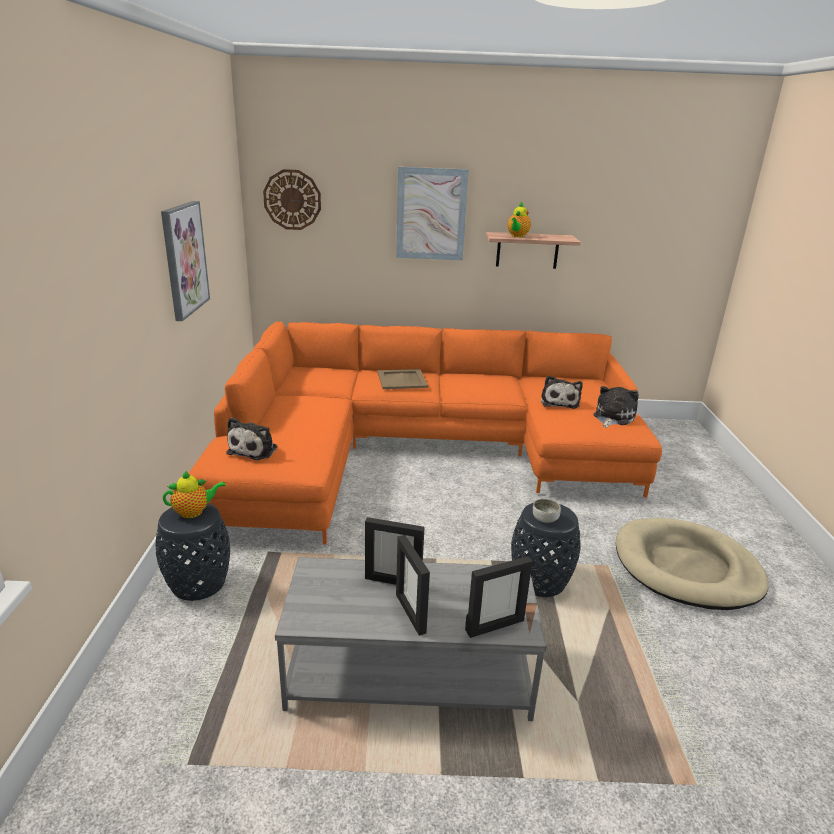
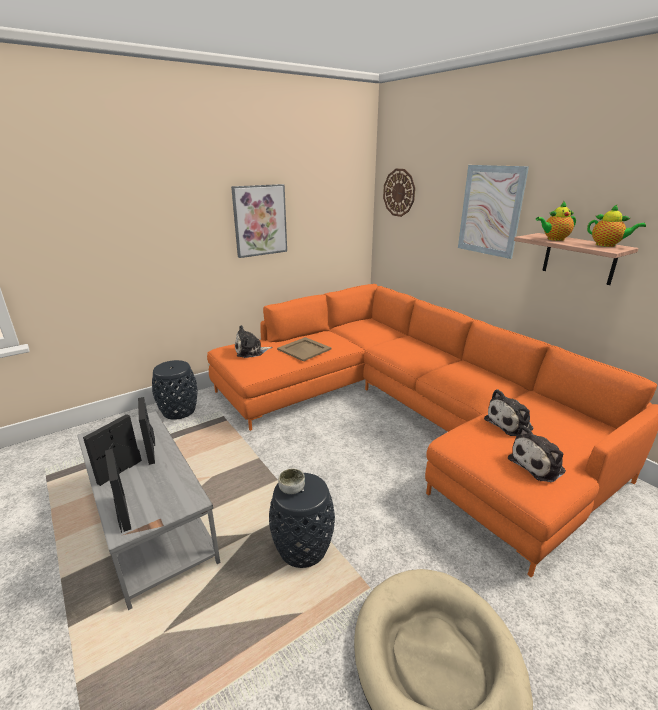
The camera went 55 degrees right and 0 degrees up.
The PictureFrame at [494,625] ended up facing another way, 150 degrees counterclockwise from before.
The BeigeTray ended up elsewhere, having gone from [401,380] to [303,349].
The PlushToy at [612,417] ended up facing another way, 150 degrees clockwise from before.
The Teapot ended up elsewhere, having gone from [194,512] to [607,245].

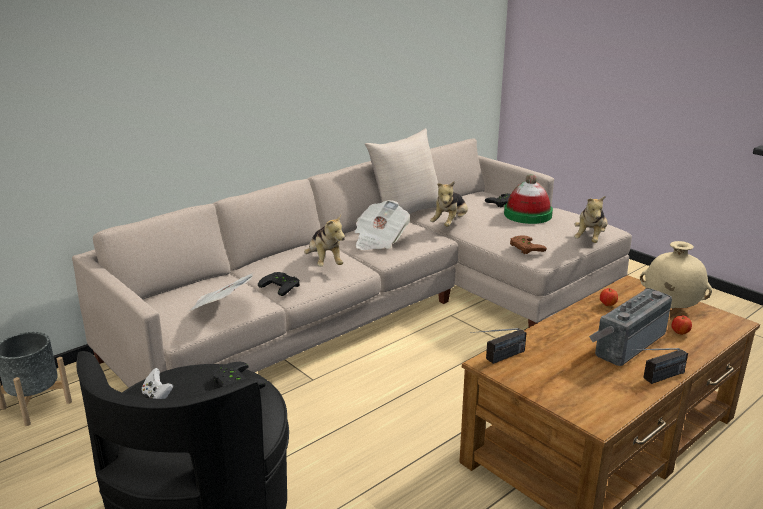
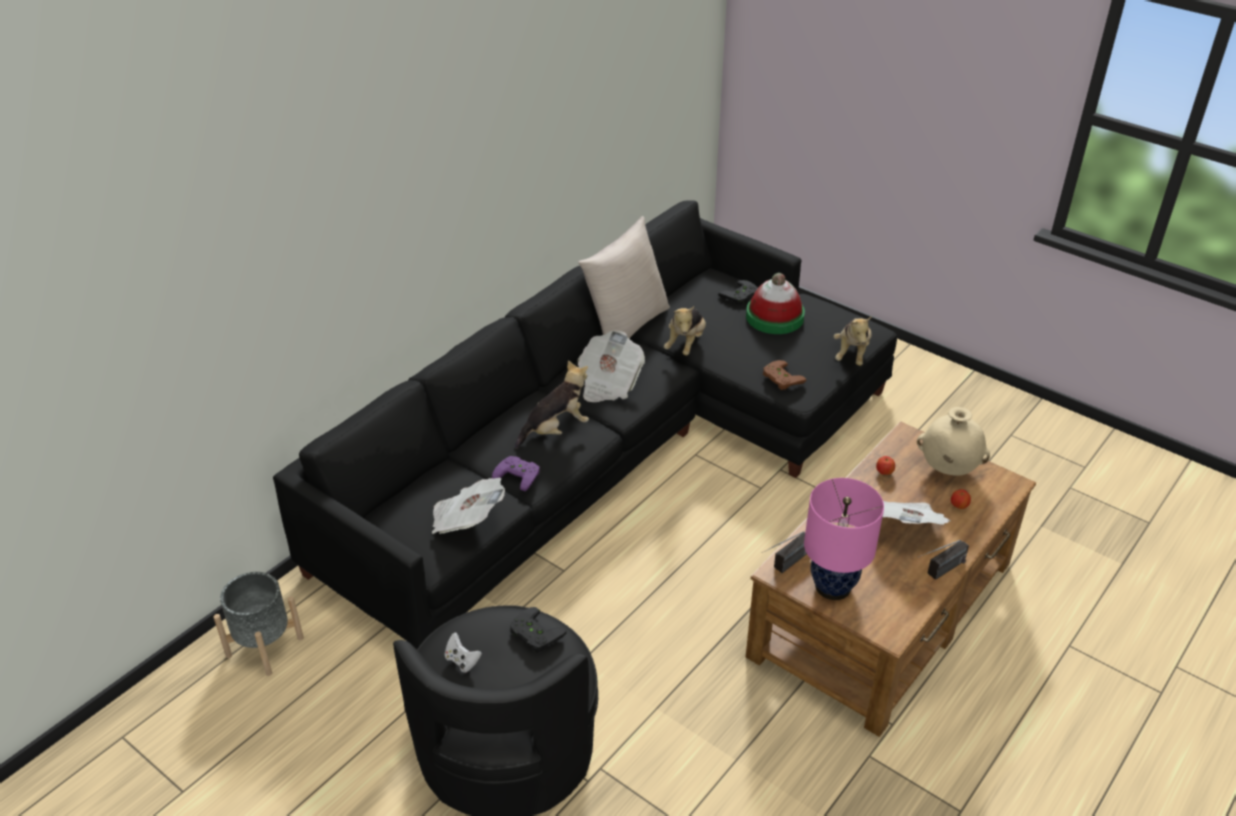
The camera went 10 degrees left and 15 degrees up.
What was the BeigeSofa at [385,303] turned into the BlackSofa at [614,444].
What was the BlackGameController at [282,286] turned into the PurpleGameController at [519,474].
The PlushToy at [324,262] ended up facing another way, 90 degrees counterclockwise from before.
The second view gained the PinkTableLamp at [833,586].
Where the Radio stood at [626,343], the Newspaper came to stand at [907,527].

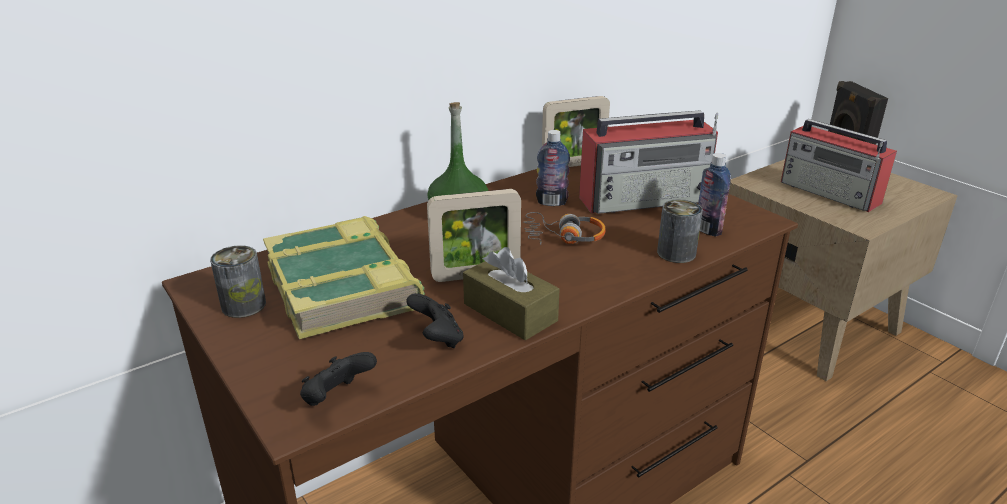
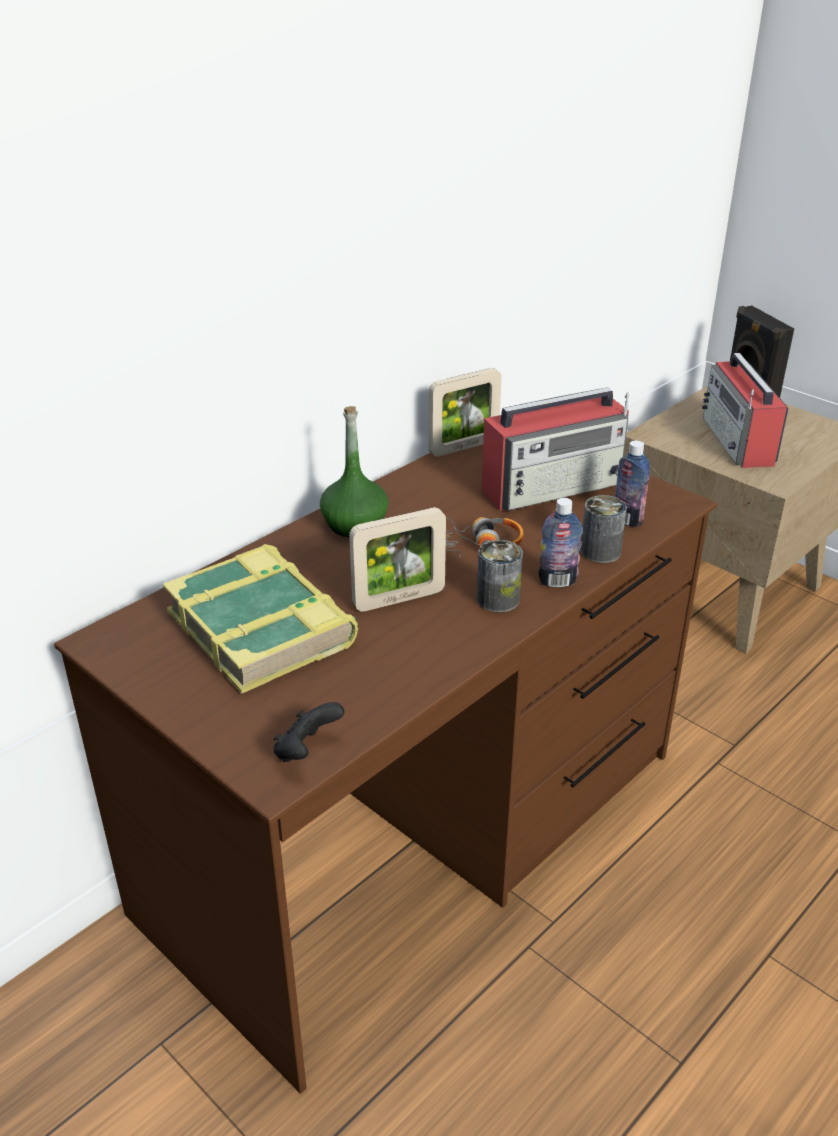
The camera went 10 degrees left and 5 degrees up.
The Can ended up elsewhere, having gone from [243,305] to [498,599].
The Bottle ended up elsewhere, having gone from [551,202] to [557,581].
The Radio at [830,193] ended up facing another way, 45 degrees clockwise from before.
The second view lost the BlackGameController at [437,339].
The second view lost the BrownTissueBox at [510,312].

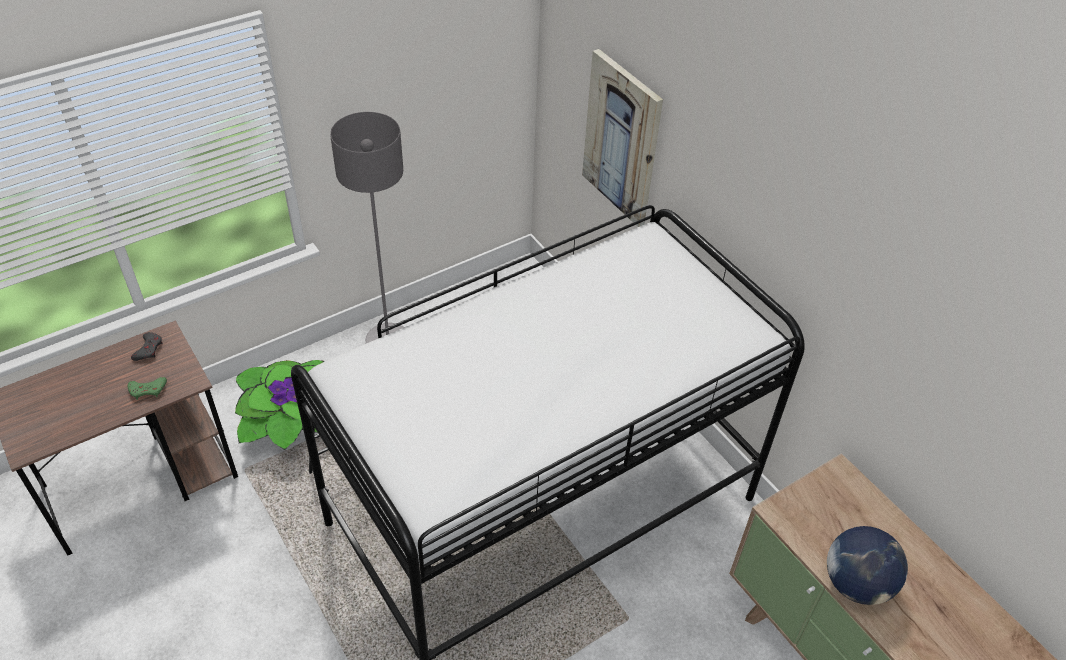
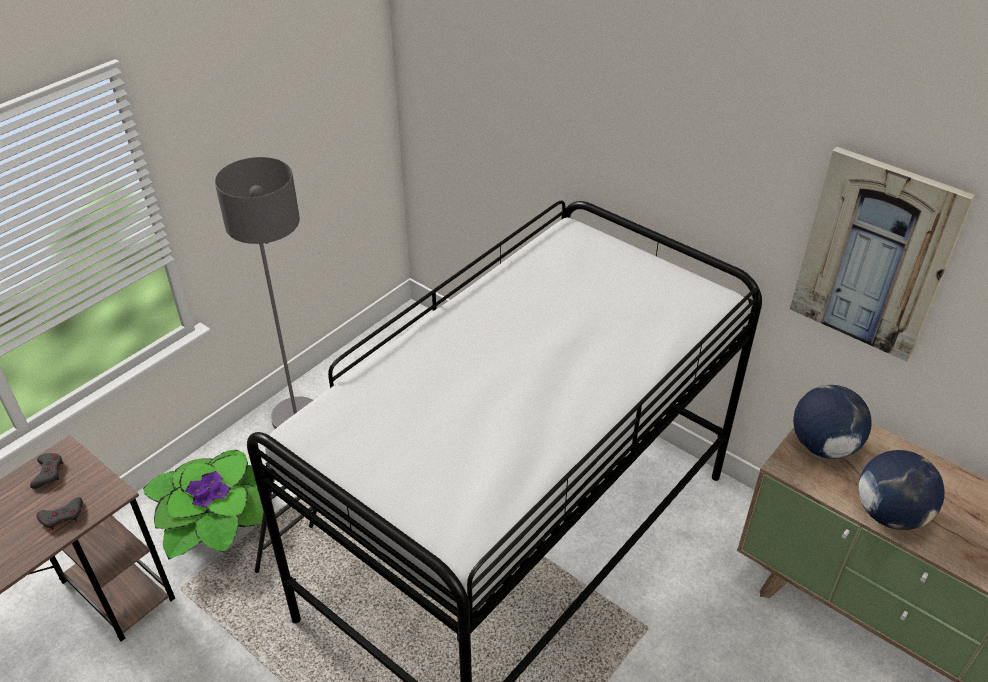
The camera went 15 degrees left and 5 degrees down.
What was the GreenGameController at [148,390] turned into the GreyGameController at [62,516].
The Picture ended up elsewhere, having gone from [622,139] to [875,255].
The second view gained the Globe at [822,446].

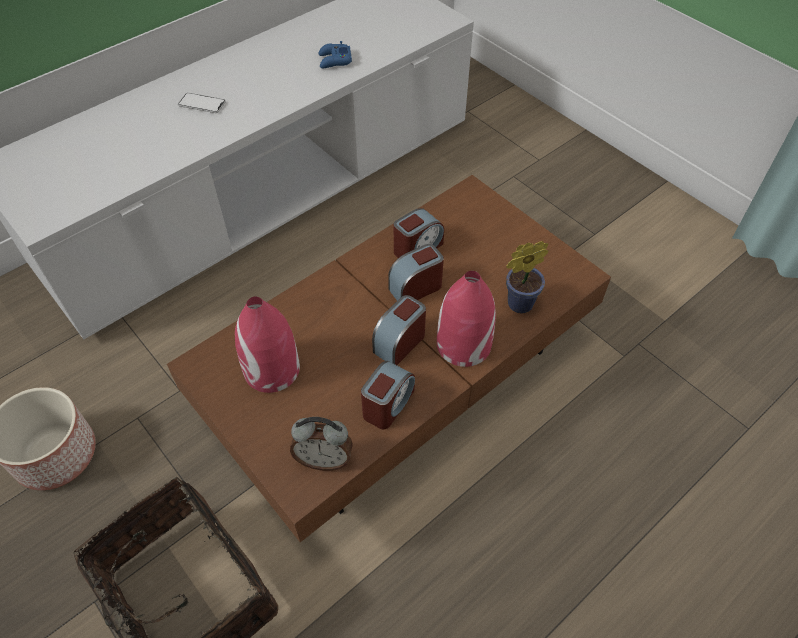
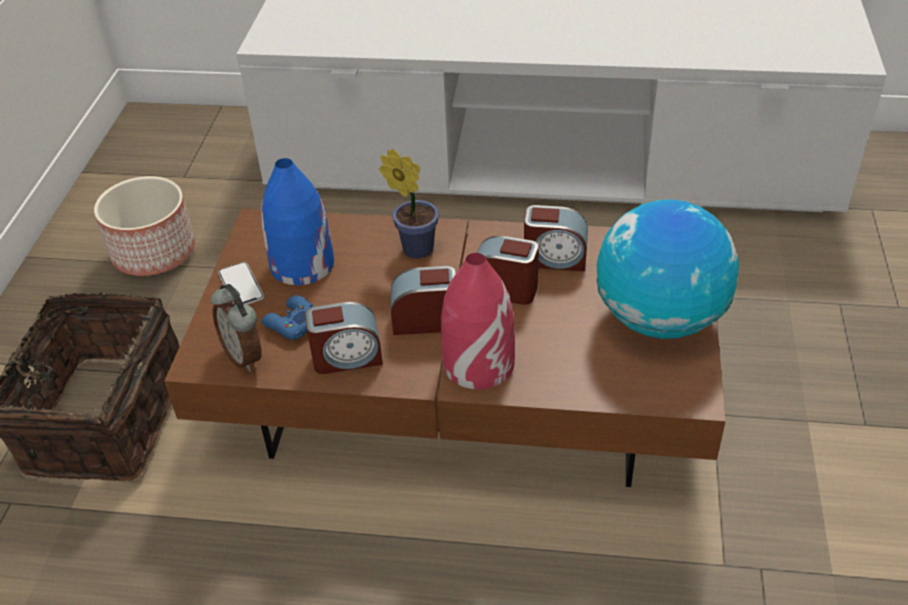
The camera went 50 degrees right and 10 degrees down.
The Phone ended up elsewhere, having gone from [202,104] to [241,286].
What was the RedVase at [271,369] turned into the BlueVase at [301,265].
The BlueGameController ended up elsewhere, having gone from [334,60] to [292,323].
The PottedPlant ended up elsewhere, having gone from [516,304] to [414,247].
The second view gained the Globe at [659,319].

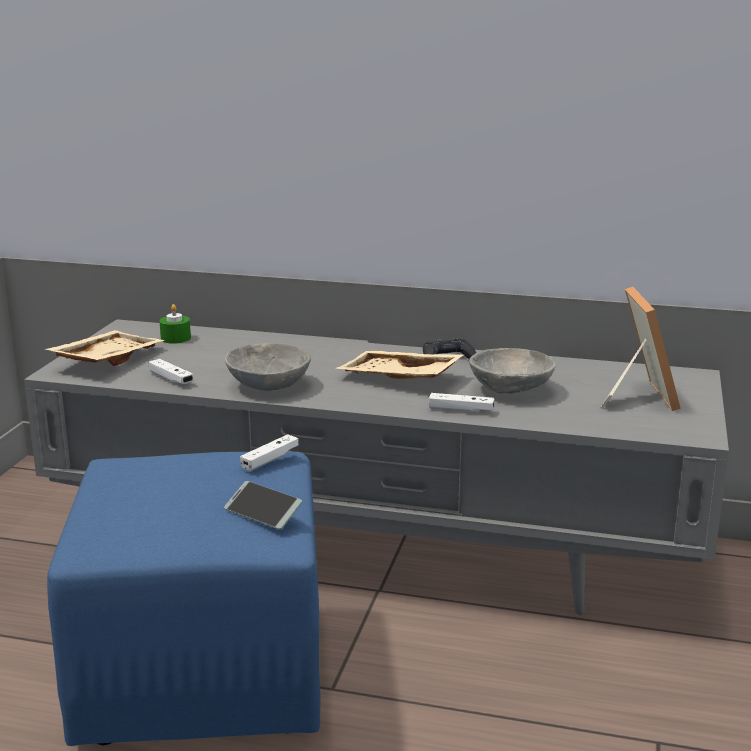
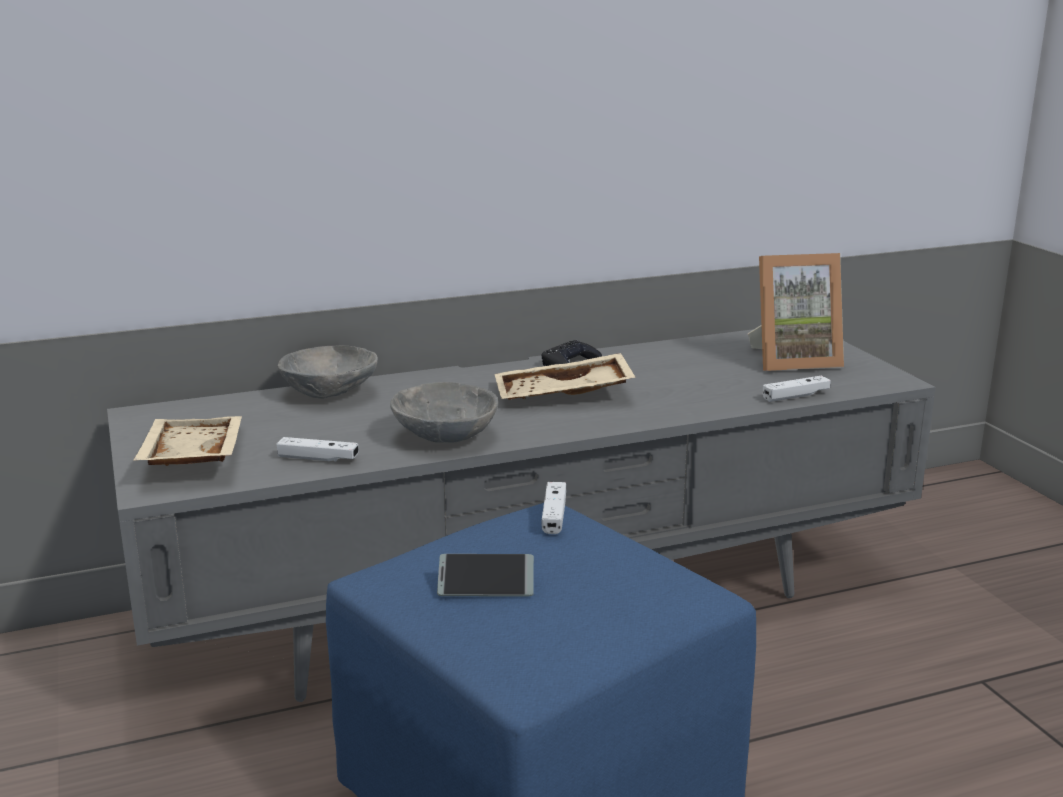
The camera went 35 degrees left and 0 degrees up.
The GreyBowl ended up elsewhere, having gone from [512,390] to [332,393].
The Phone ended up elsewhere, having gone from [263,512] to [486,585].
The PictureFrame at [637,397] ended up facing another way, 120 degrees clockwise from before.
The WhiteGameController ended up elsewhere, having gone from [461,410] to [795,396].
The second view lost the GreenCandle at [175,338].

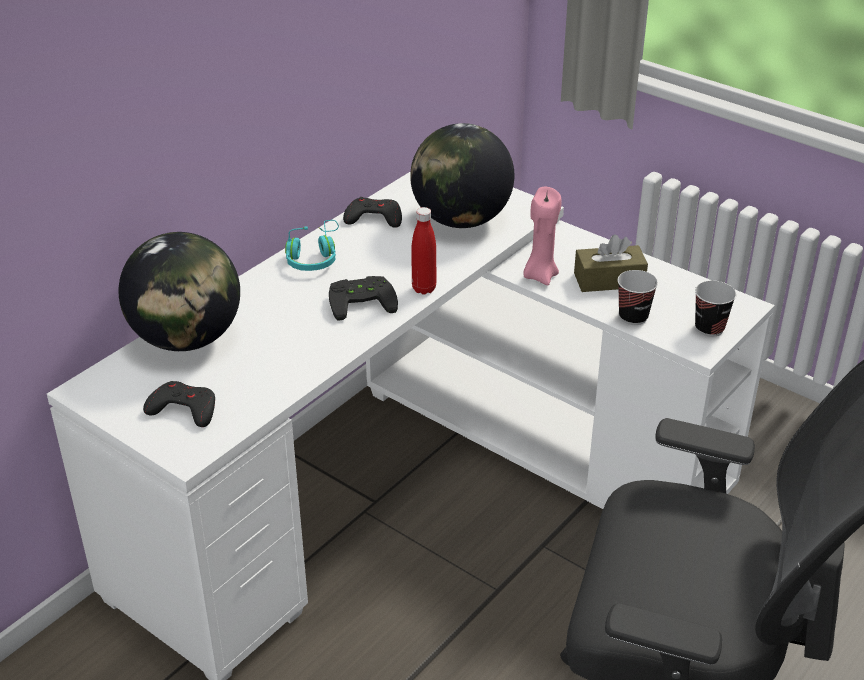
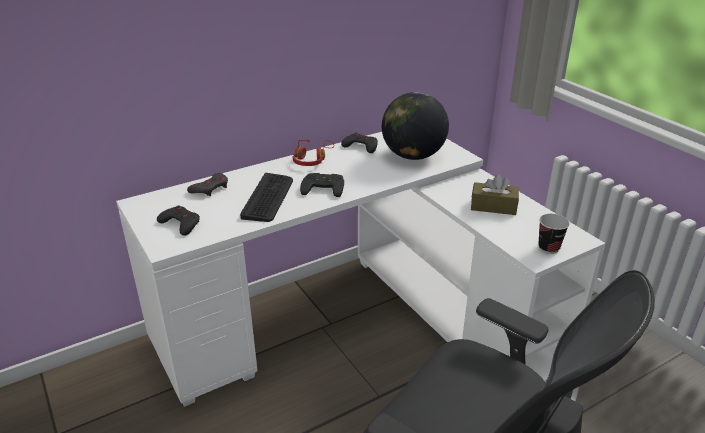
The camera went 20 degrees right and 5 degrees down.
Where the Globe stood at [186,339], the GreyGameController came to stand at [210,188].
The second view gained the Keyboard at [268,198].
What was the TurquoiseHeadphones at [314,256] turned into the RedHeadphones at [312,160].
The second view lost the RedBottle at [424,288].
The second view lost the PinkCandle at [540,276].
The second view lost the Cup at [633,317].

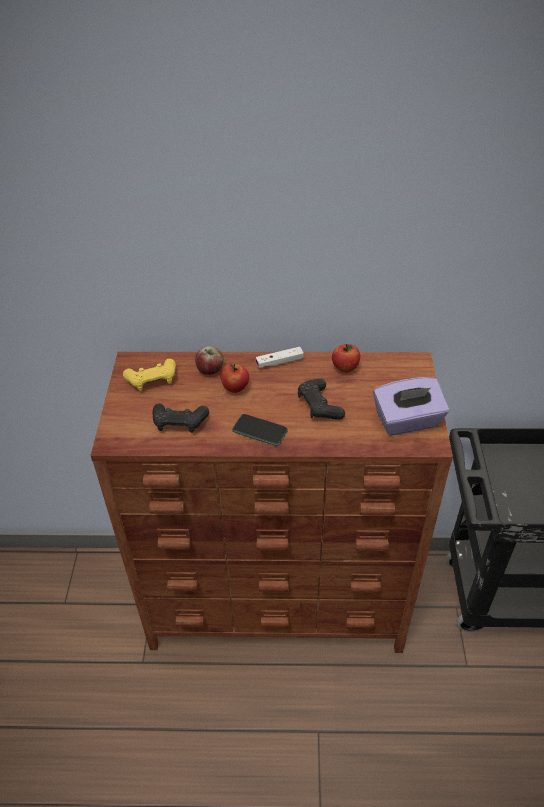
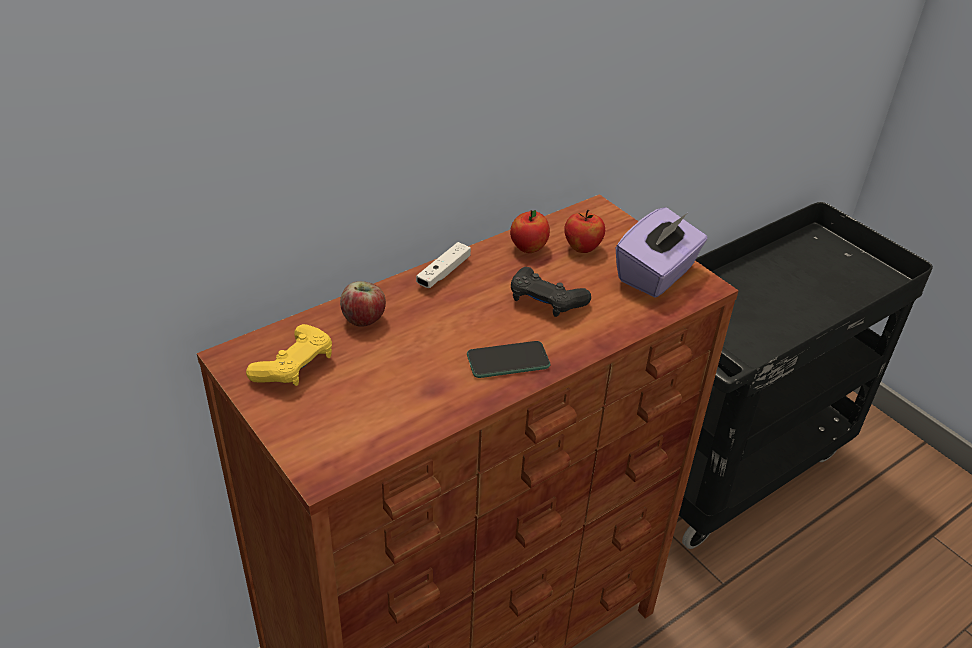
The camera went 40 degrees left and 5 degrees down.
The Apple ended up elsewhere, having gone from [235,388] to [582,248].
The second view lost the BlackGameController at [179,422].

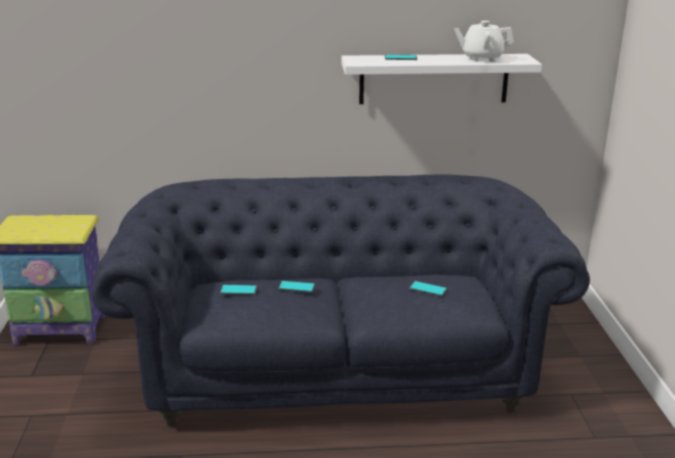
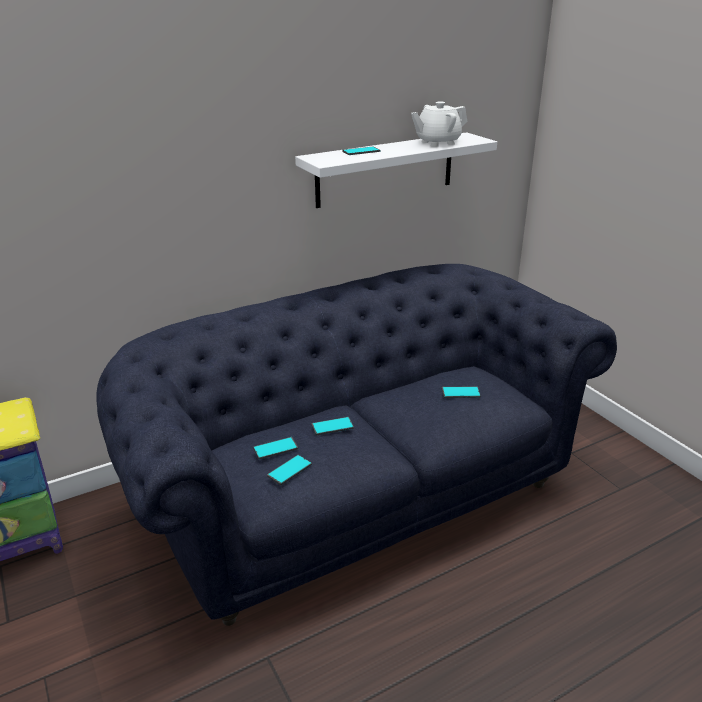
The camera went 25 degrees left and 5 degrees up.
The second view gained the Phone at [289,470].

